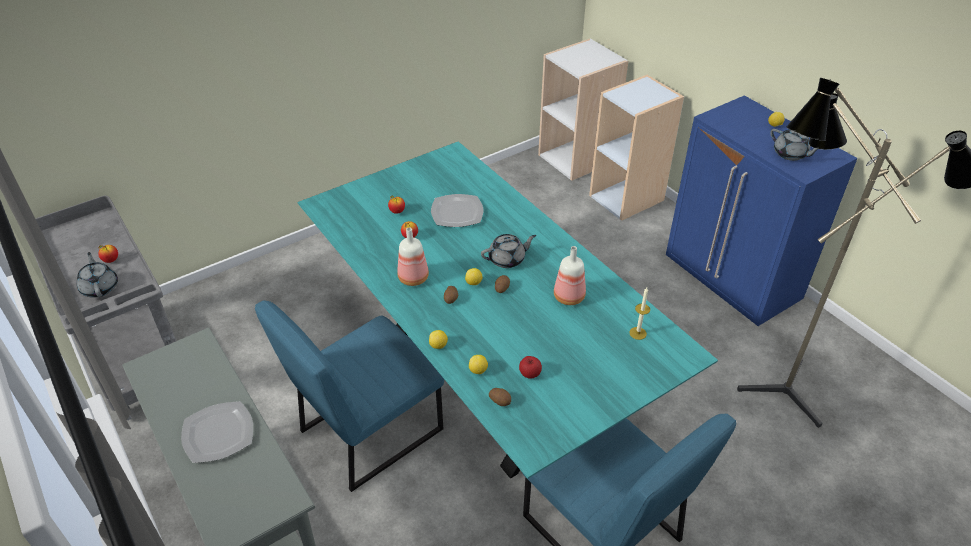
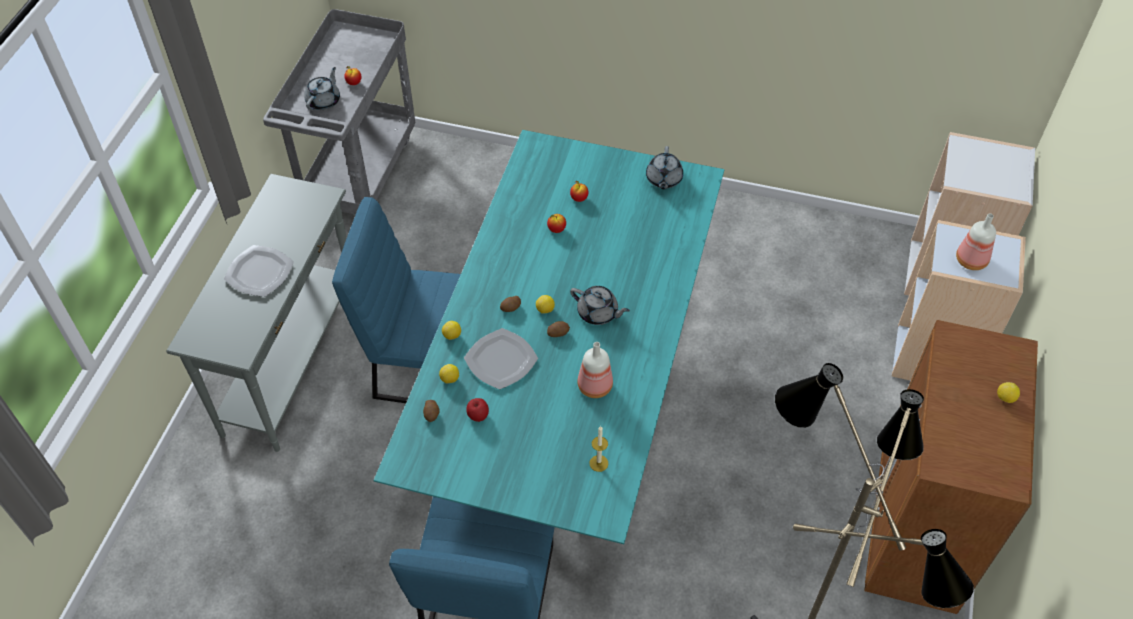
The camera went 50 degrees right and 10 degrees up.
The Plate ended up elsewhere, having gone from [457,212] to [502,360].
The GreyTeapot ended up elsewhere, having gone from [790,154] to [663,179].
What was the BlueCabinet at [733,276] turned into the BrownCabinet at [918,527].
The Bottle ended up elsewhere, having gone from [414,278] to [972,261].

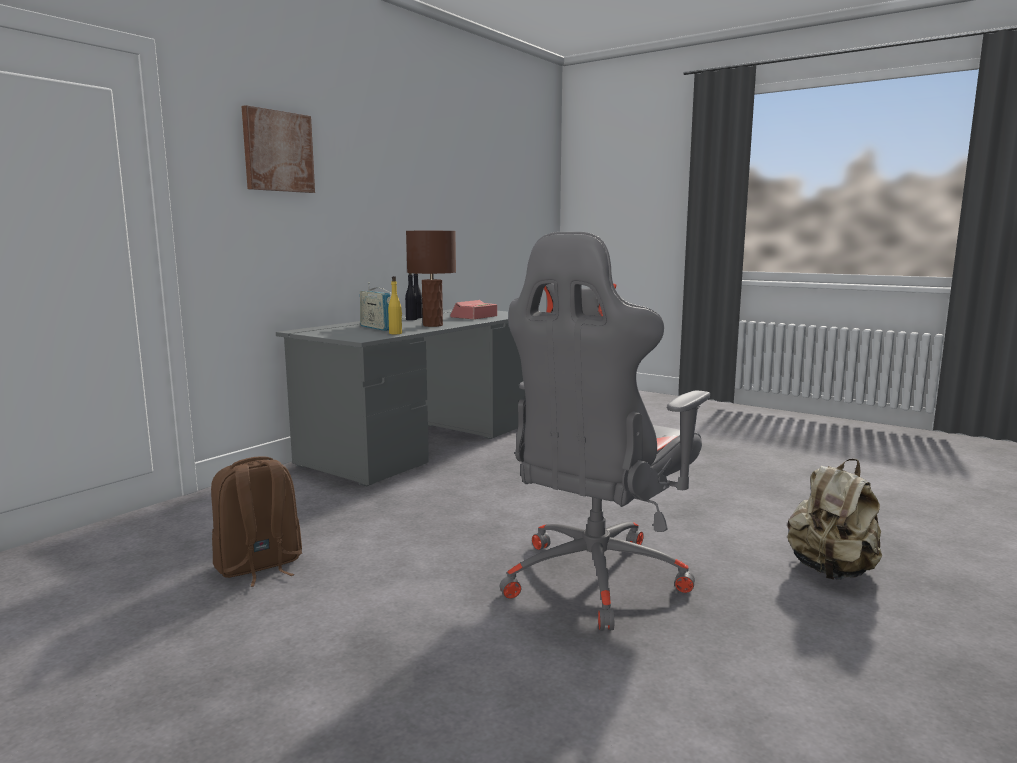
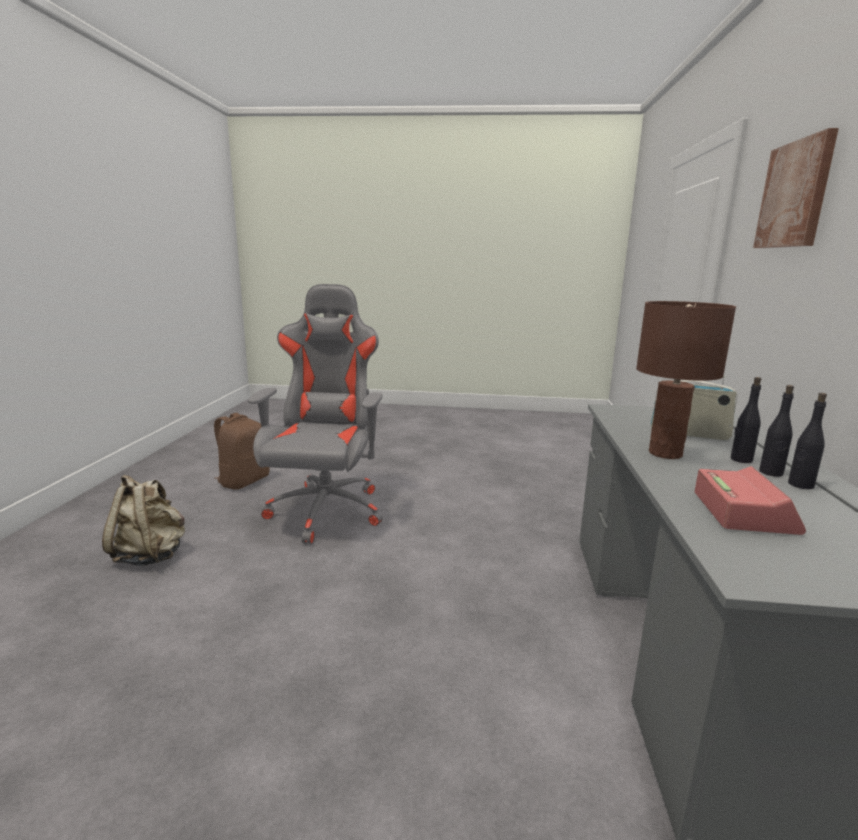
The camera went 150 degrees right and 5 degrees up.
The BrownBackpack ended up elsewhere, having gone from [259,566] to [243,481].
The second view gained the BlackBottle at [740,460].
The second view lost the YellowBottle at [395,333].

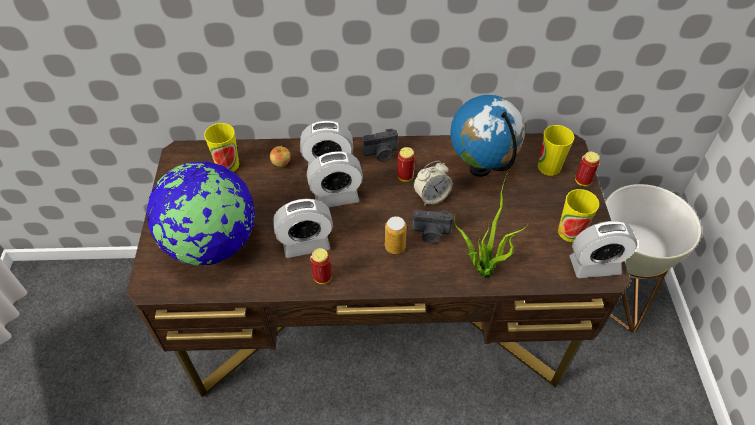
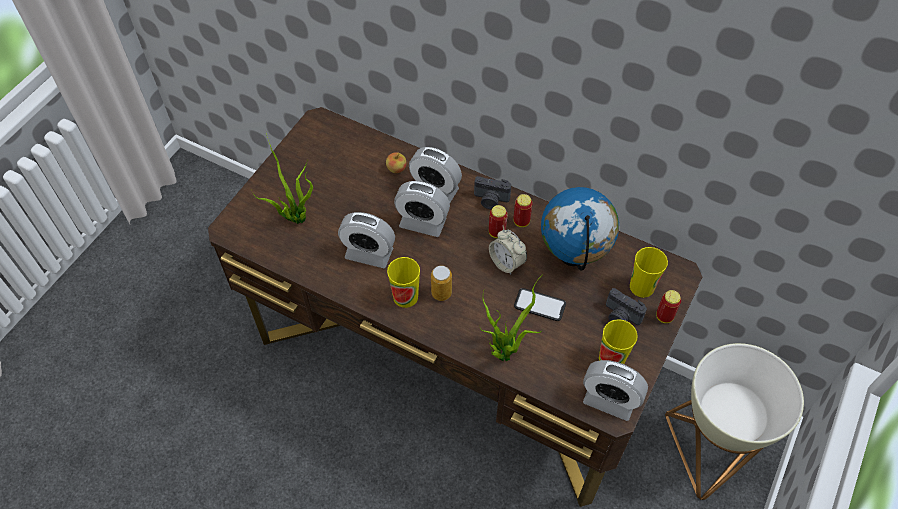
The camera went 30 degrees right and 5 degrees up.
Where the Globe stood at [212,244], the PottedPlant came to stand at [295,217].
The Cup ended up elsewhere, having gone from [227,165] to [405,296].
The AlarmClock at [431,197] ended up facing another way, 45 degrees clockwise from before.
The Can ended up elsewhere, having gone from [322,277] to [521,221].
The second view gained the Phone at [539,305].
The PhotoCamera ended up elsewhere, having gone from [431,233] to [620,317].

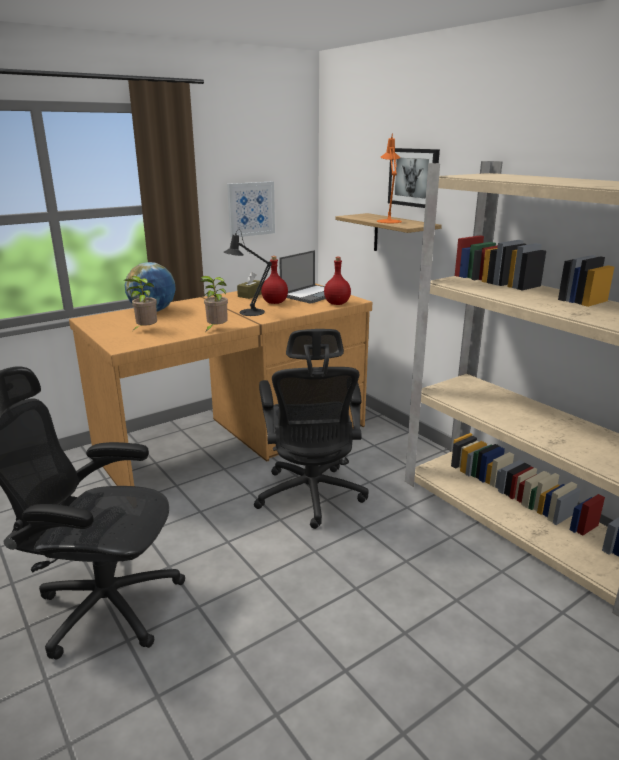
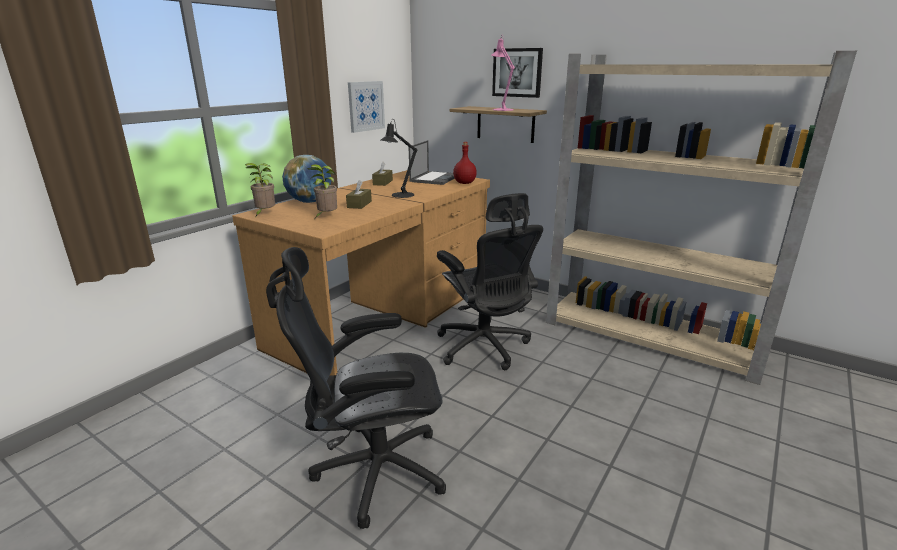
The camera went 20 degrees left and 0 degrees up.
The PottedPlant ended up elsewhere, having gone from [216,329] to [265,214].
The second view gained the BrownTissueBox at [359,204].
What was the OrangeTableLamp at [388,221] turned into the PinkTableLamp at [501,109].
The second view lost the RedBottle at [275,302].

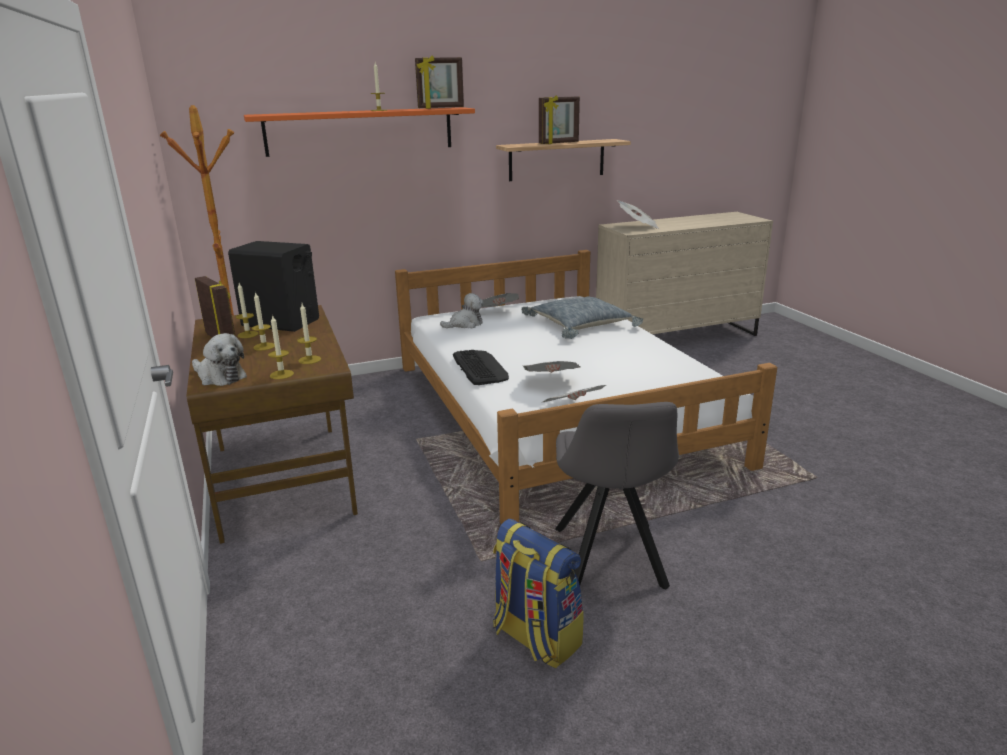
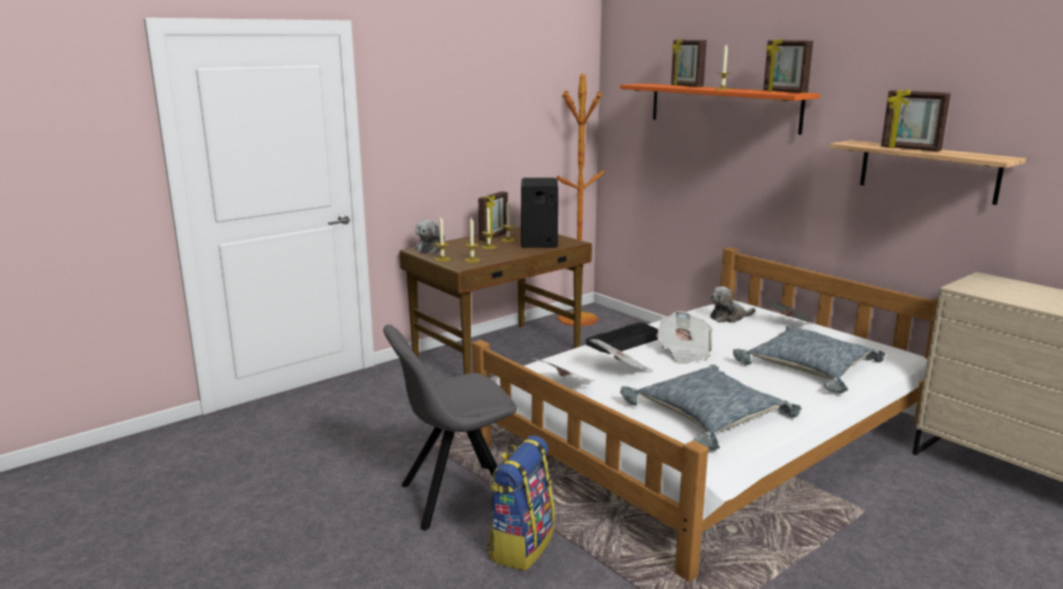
The camera went 70 degrees right and 5 degrees down.
The Backpack ended up elsewhere, having gone from [535,638] to [520,545].
The second view gained the Pillow at [708,411].
The Newspaper ended up elsewhere, having gone from [638,226] to [684,352].
The second view gained the PictureFrame at [686,86].
The PlushToy at [465,324] ended up facing another way, 120 degrees clockwise from before.

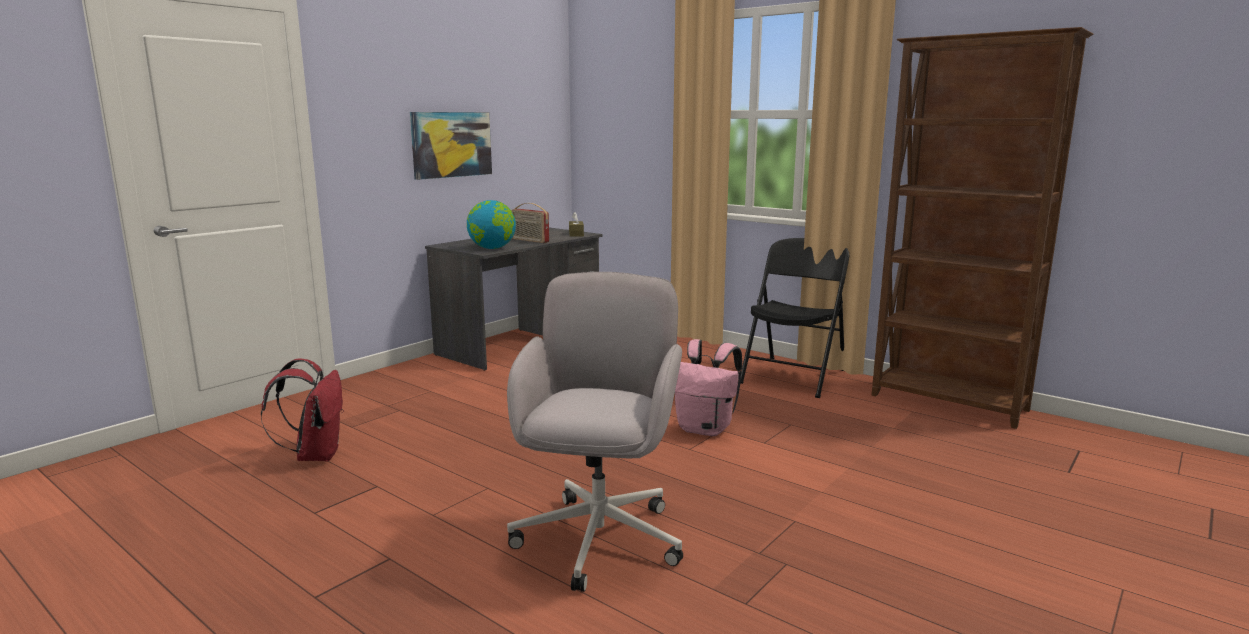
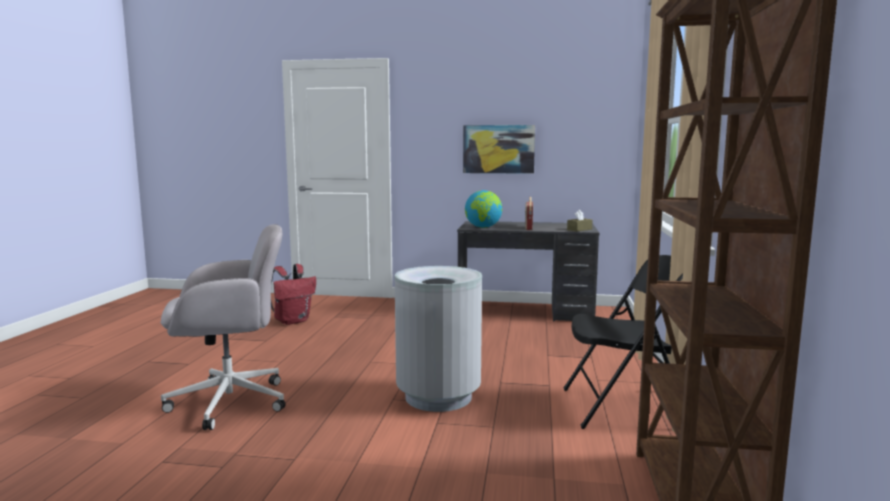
The camera went 60 degrees right and 5 degrees down.
Where the PinkBackpack stood at [705,429], the GreyTrashCan came to stand at [438,397].

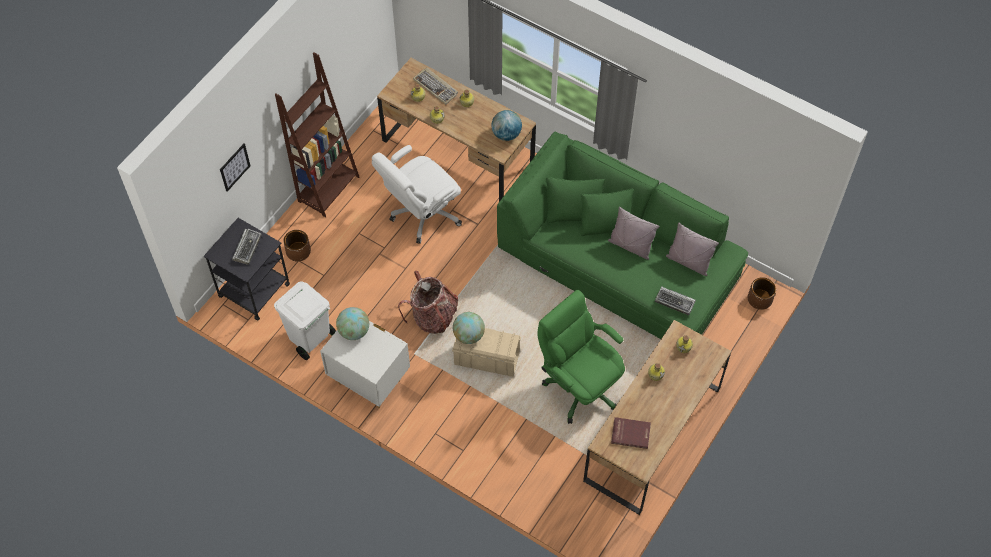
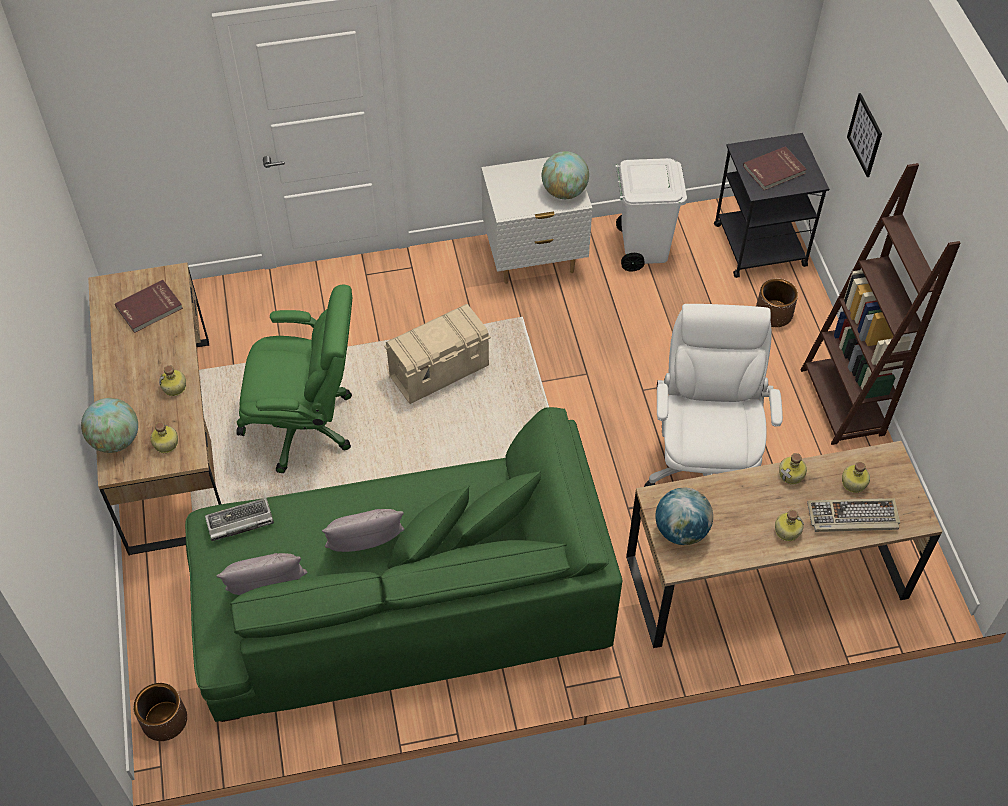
The camera went 135 degrees right and 5 degrees down.
The Globe ended up elsewhere, having gone from [468,335] to [115,440].
Where the Keyboard stood at [247,247], the RedBook came to stand at [774,170].
The second view lost the Backpack at [432,317].

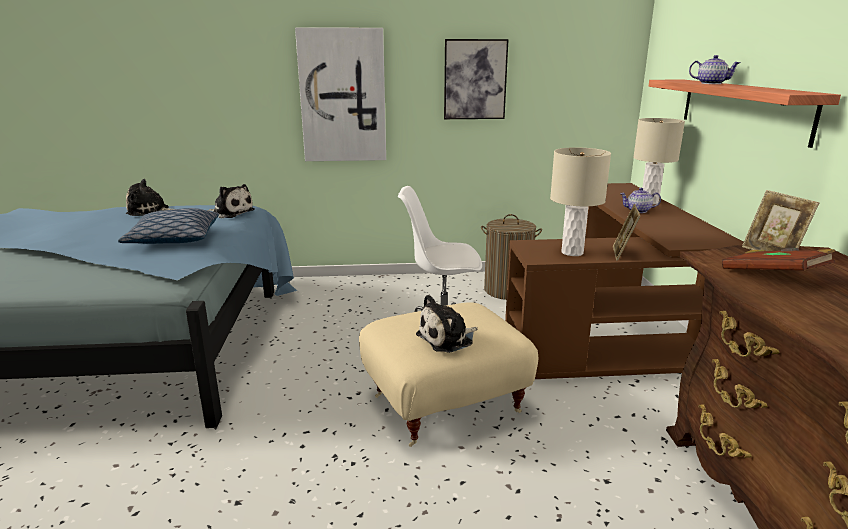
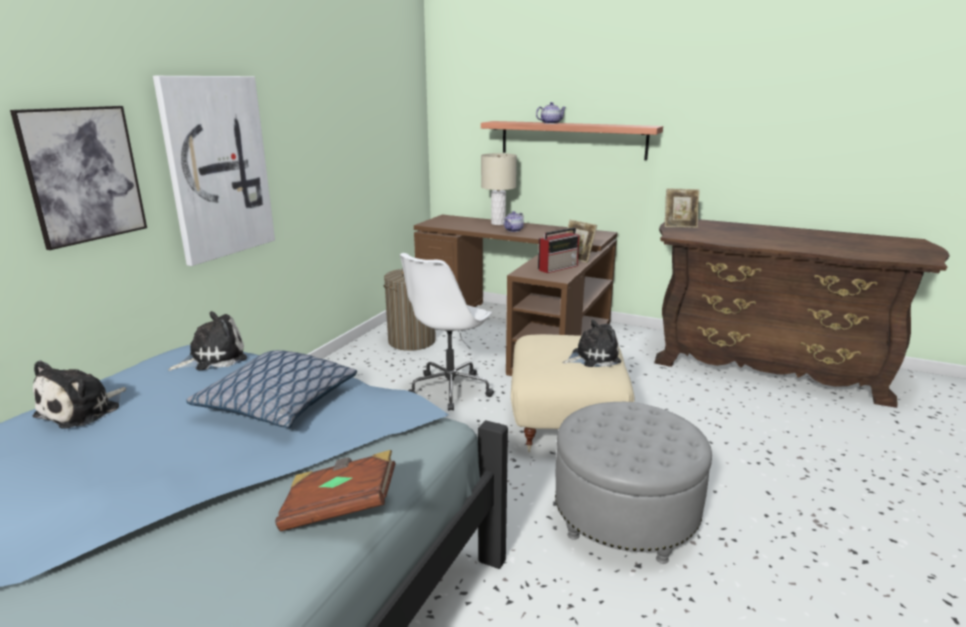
The camera went 60 degrees left and 0 degrees up.
The Picture ended up elsewhere, having gone from [475,79] to [83,175].
The BrownBook ended up elsewhere, having gone from [773,276] to [340,508].
Where the BeigeTableLamp stood at [572,252], the Radio came to stand at [558,267].
The second view gained the GreyOttoman at [625,519].
The PlushToy at [447,339] ended up facing another way, 105 degrees counterclockwise from before.

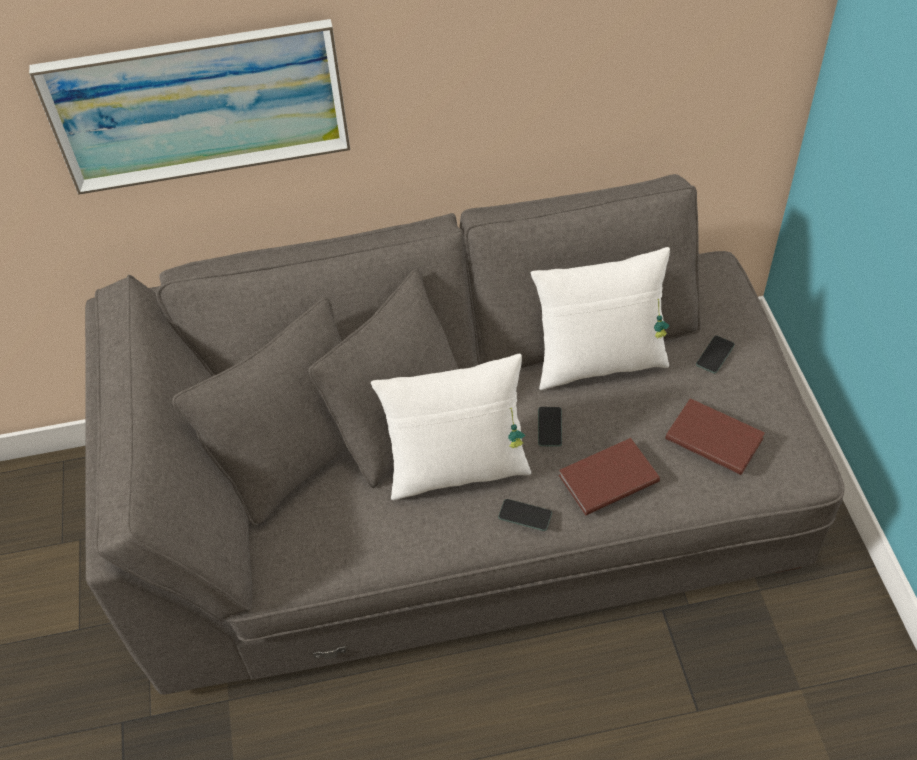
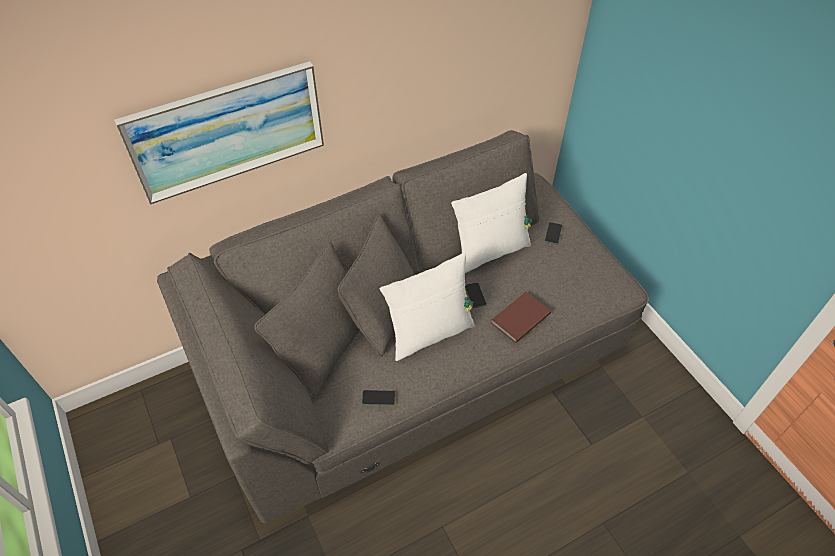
The camera went 20 degrees left and 0 degrees up.
The Phone ended up elsewhere, having gone from [525,515] to [378,398].
The second view lost the BrownBook at [714,437].

